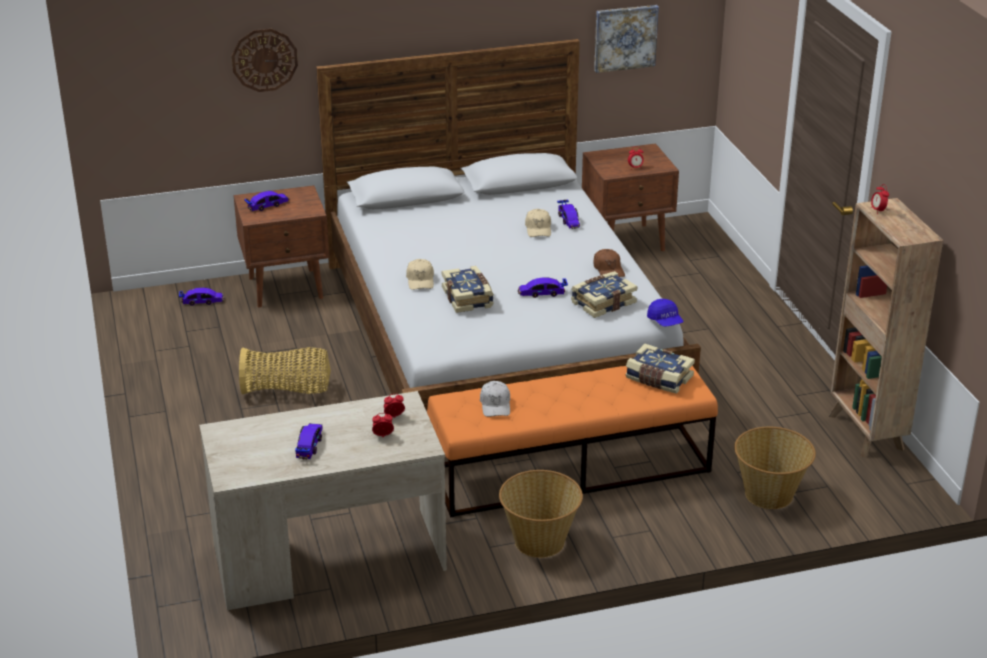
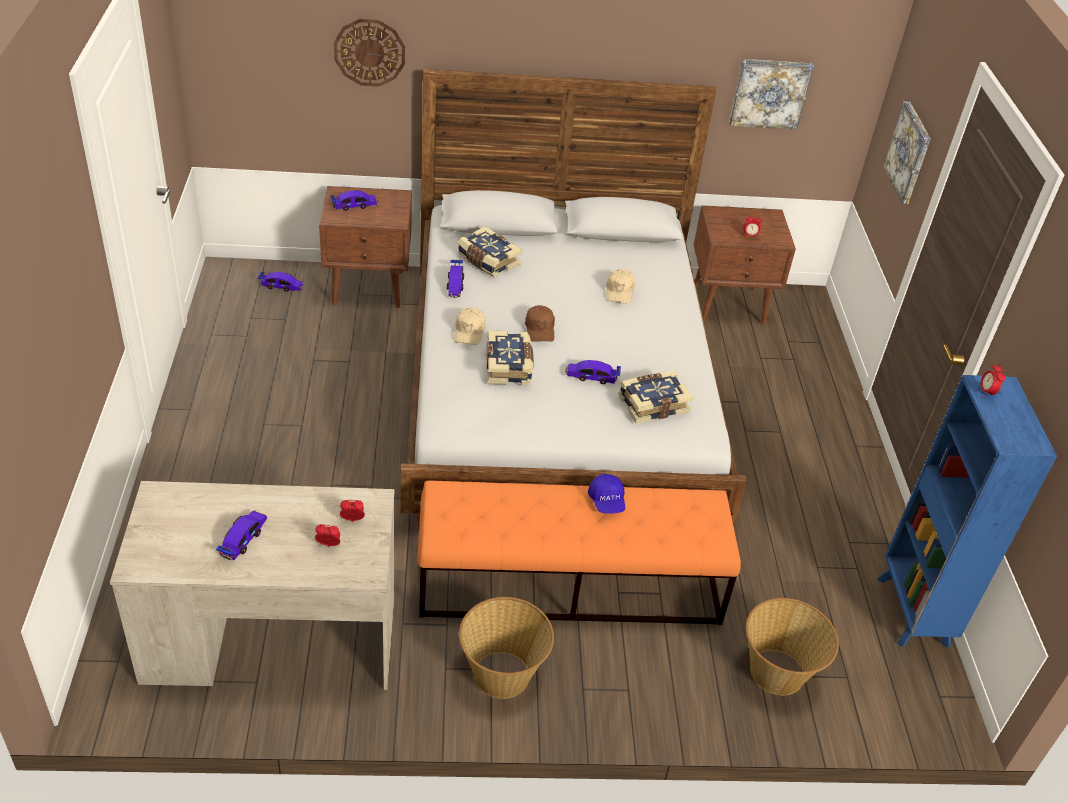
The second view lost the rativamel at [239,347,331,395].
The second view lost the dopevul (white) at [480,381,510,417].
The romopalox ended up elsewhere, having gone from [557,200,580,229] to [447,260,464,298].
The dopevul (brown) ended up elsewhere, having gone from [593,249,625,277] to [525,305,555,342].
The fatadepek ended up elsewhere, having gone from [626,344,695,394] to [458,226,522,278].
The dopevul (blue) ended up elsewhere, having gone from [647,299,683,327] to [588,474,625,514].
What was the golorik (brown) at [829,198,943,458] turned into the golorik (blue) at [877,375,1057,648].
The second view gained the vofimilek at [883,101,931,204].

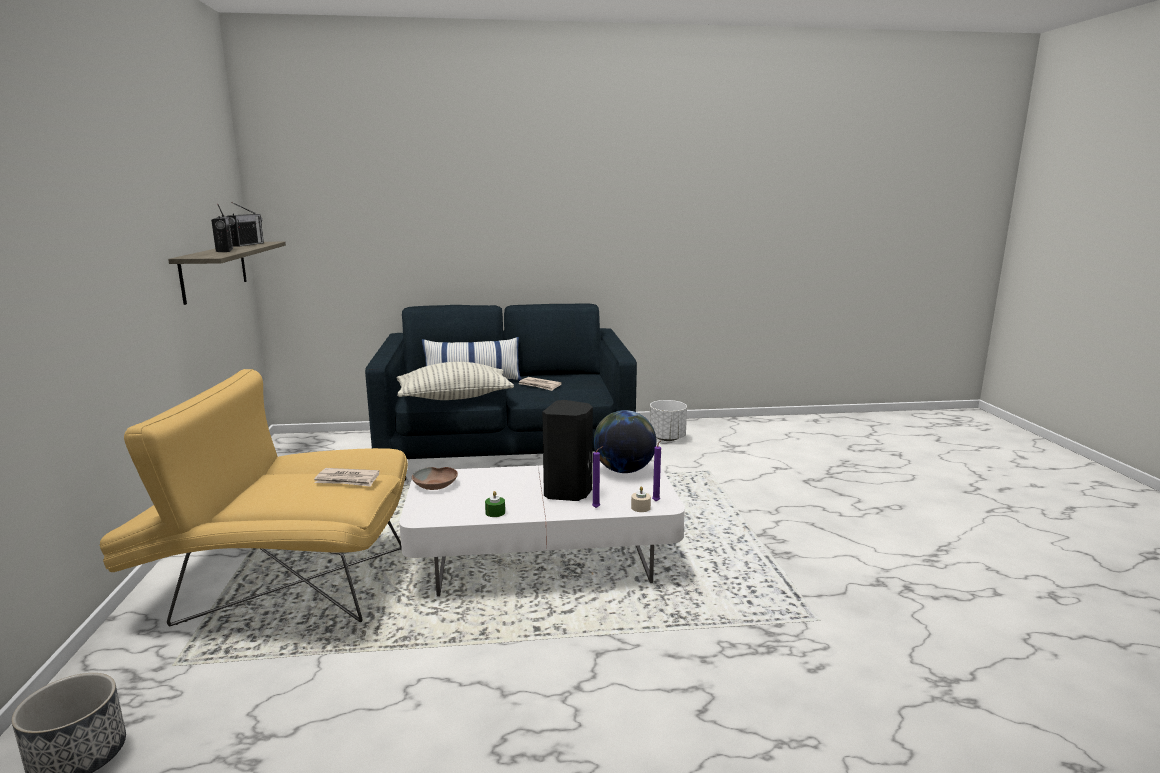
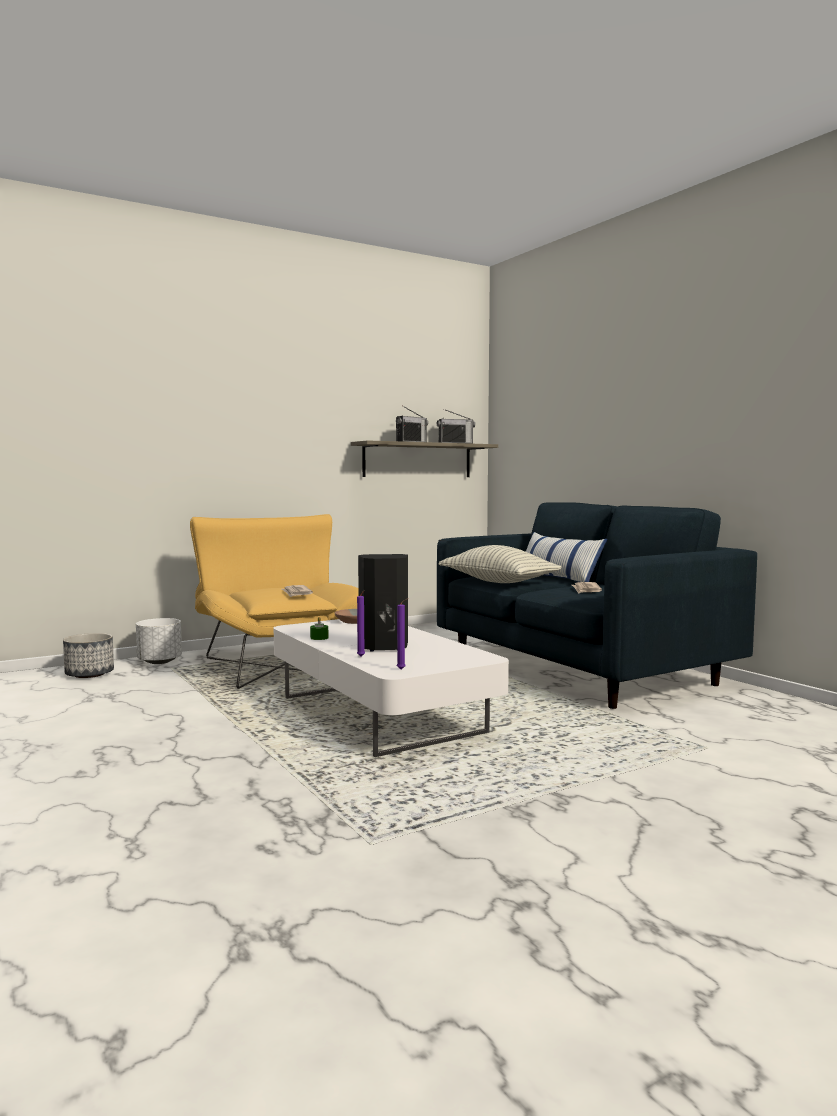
The second view lost the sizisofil at [593,410,657,473].
The second view lost the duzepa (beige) at [631,486,651,512].
The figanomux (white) ended up elsewhere, having gone from [649,400,687,441] to [136,618,182,664].

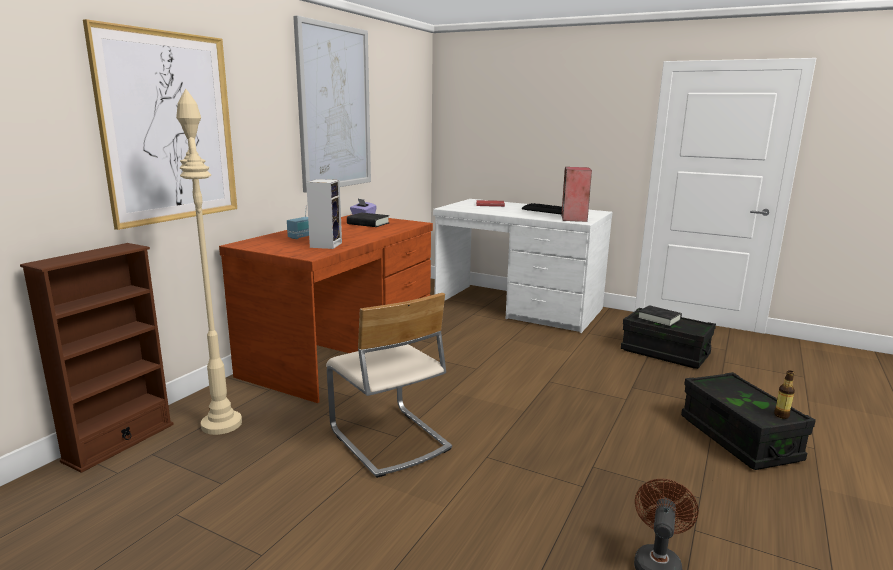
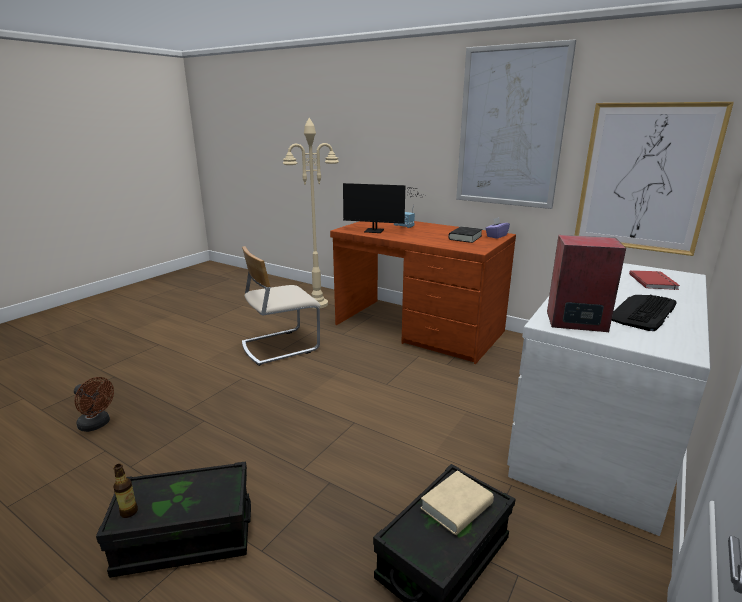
The second view lost the golorik (brown) at [20,243,174,473].
The vofimilek ended up elsewhere, having gone from [83,19,237,230] to [574,102,734,256].
Where the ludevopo stood at [306,179,342,249], the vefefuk came to stand at [343,183,418,233].
What was the fatadepek (black) at [638,305,682,327] turned into the fatadepek (beige) at [421,470,494,535].

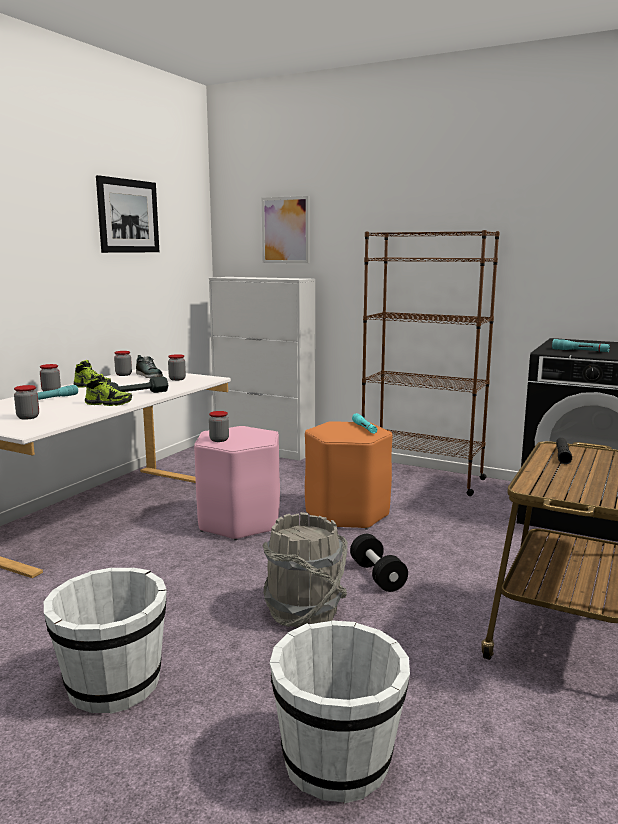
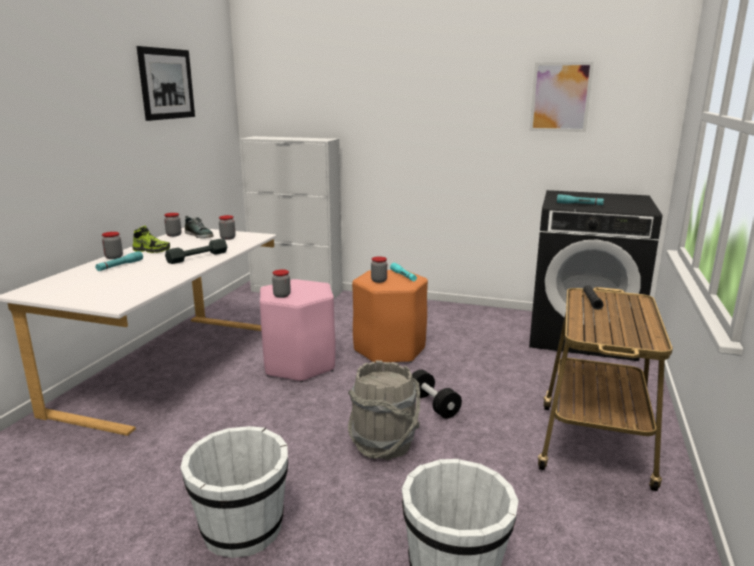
The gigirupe ended up elsewhere, having gone from [14,385,39,420] to [371,256,387,283].
The second view lost the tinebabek at [85,374,132,406].
The vofimilek ended up elsewhere, having gone from [262,196,309,263] to [529,62,594,132].
The second view lost the golorik (brown) at [362,230,499,496].

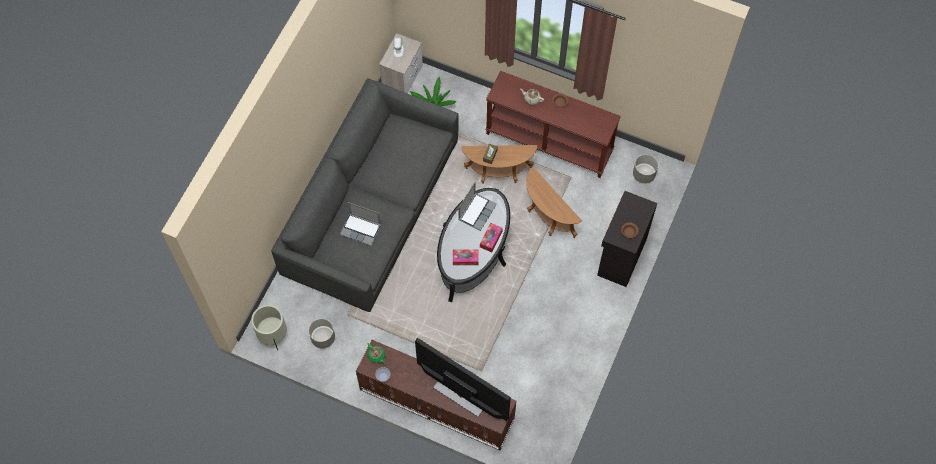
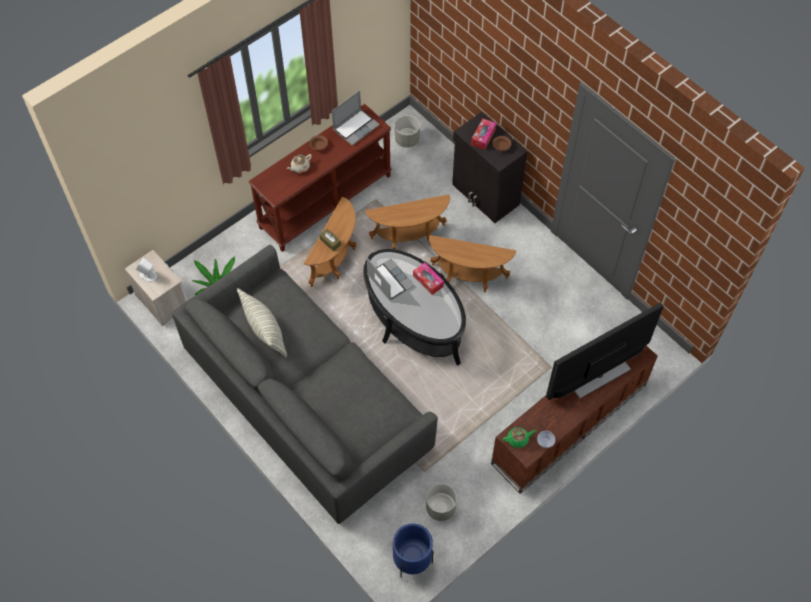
What was the figanomux (beige) at [251,305,287,350] turned into the figanomux (blue) at [393,524,434,578].
The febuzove ended up elsewhere, having gone from [340,202,381,246] to [332,90,380,146].
The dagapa ended up elsewhere, having gone from [453,249,479,265] to [471,119,496,150].
The second view gained the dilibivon at [237,288,287,358].
The second view gained the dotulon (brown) at [429,235,516,292].

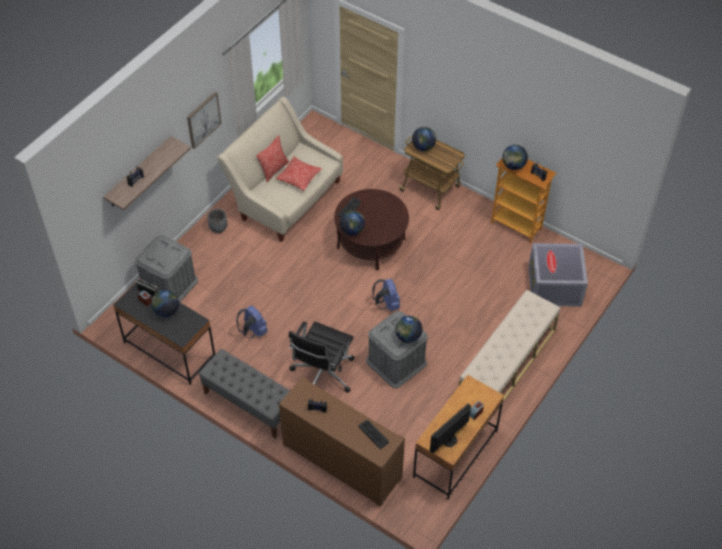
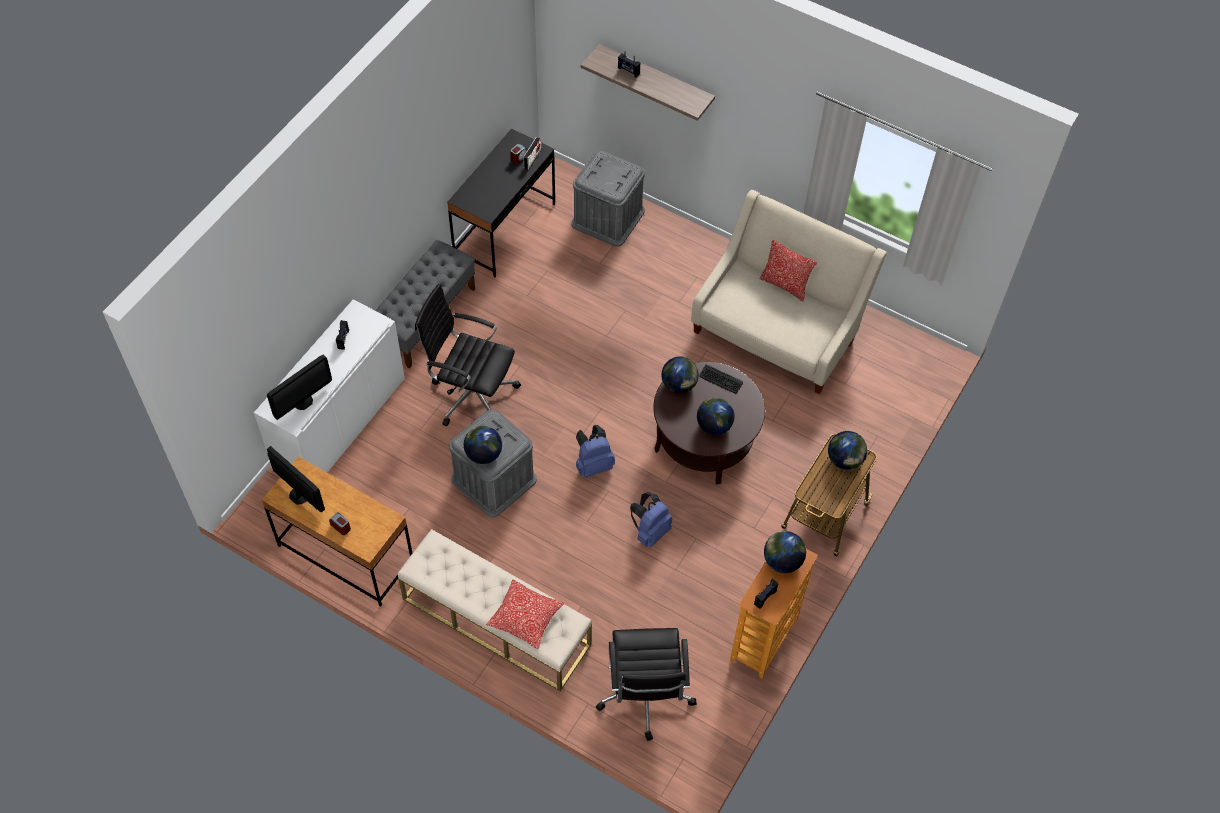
The sizisofil ended up elsewhere, having gone from [151,290,179,317] to [697,398,735,435].
The second view lost the vofimilek at [187,92,221,149].
The second view lost the figanomux (grey) at [207,209,227,233].
The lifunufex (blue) ended up elsewhere, having gone from [236,306,268,338] to [630,492,672,547].
The dilibivon ended up elsewhere, having gone from [276,156,322,191] to [486,580,564,649].
What was the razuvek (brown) at [279,377,405,507] turned into the razuvek (white) at [254,299,405,472].
Where the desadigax stood at [359,420,389,449], the vefefuk came to stand at [267,354,332,420].
Where the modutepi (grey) stood at [528,243,588,307], the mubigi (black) came to stand at [596,628,697,741].

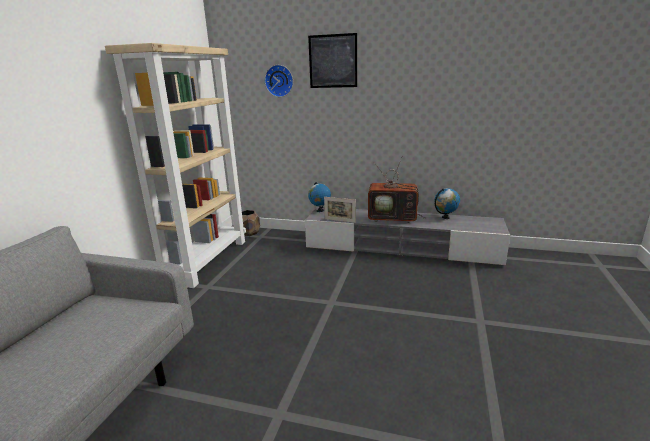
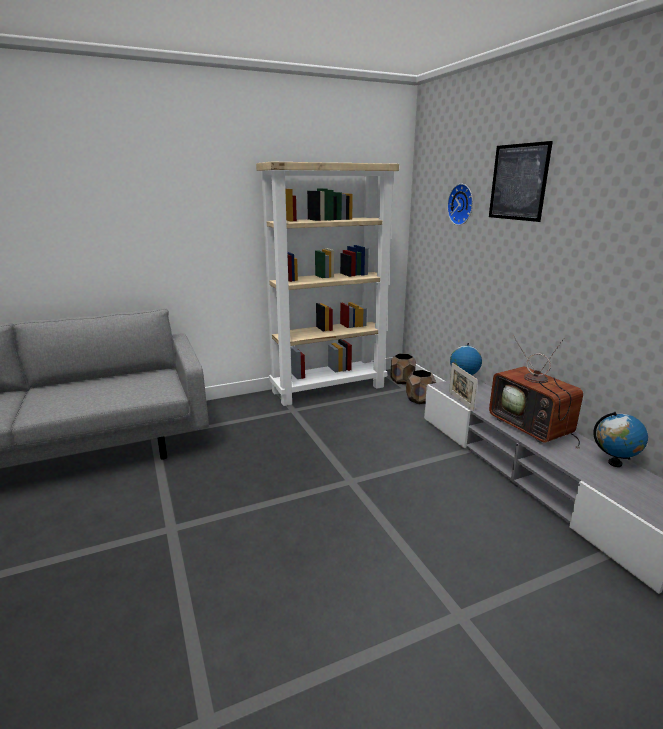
The second view gained the figanomux (brown) at [406,370,436,404].

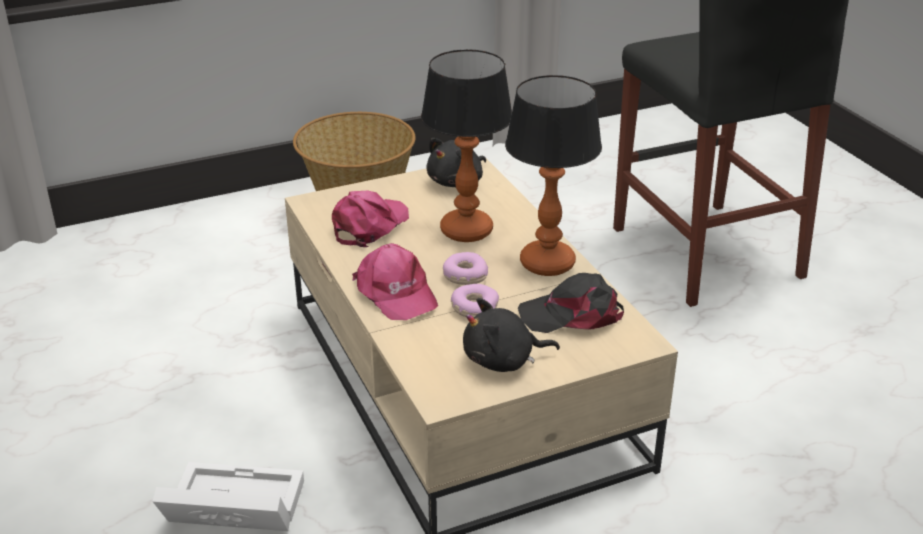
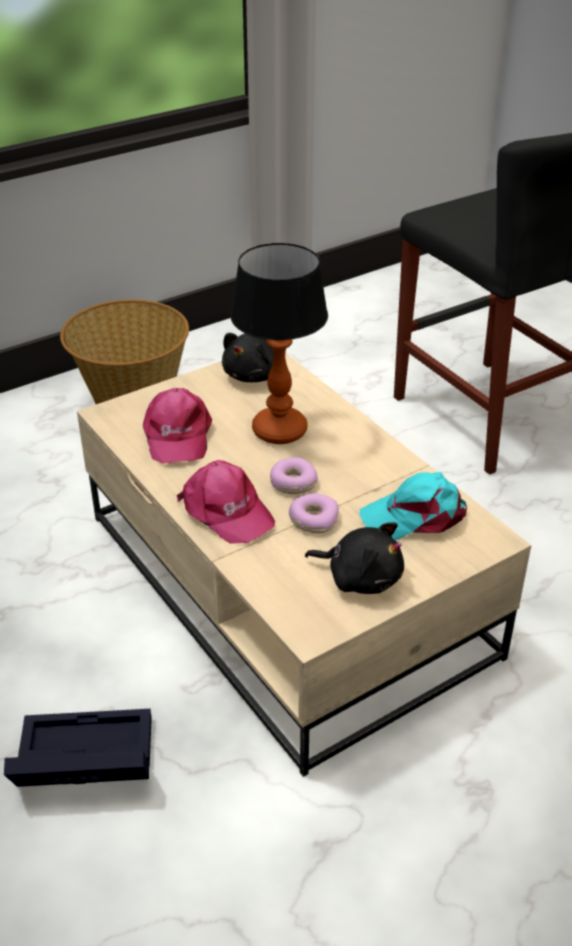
What was the modutepi (white) at [152,462,304,531] turned into the modutepi (black) at [4,709,152,787].
The dopevul (pink) at [332,190,409,247] ended up facing another way, 150 degrees clockwise from before.
The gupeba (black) at [463,298,560,372] ended up facing another way, 135 degrees counterclockwise from before.
The second view lost the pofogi at [505,75,602,276].
What was the dopevul (black) at [518,273,624,333] turned into the dopevul (turquoise) at [360,472,467,540].

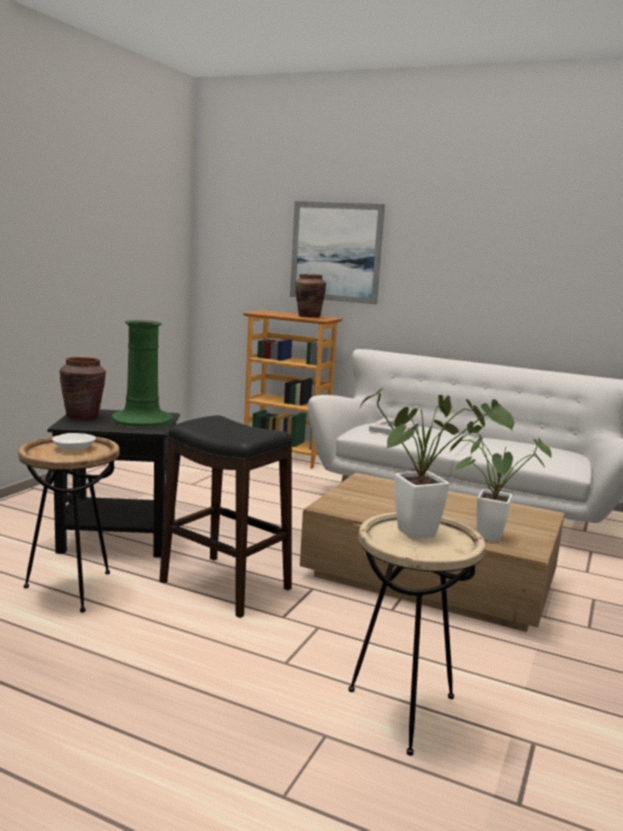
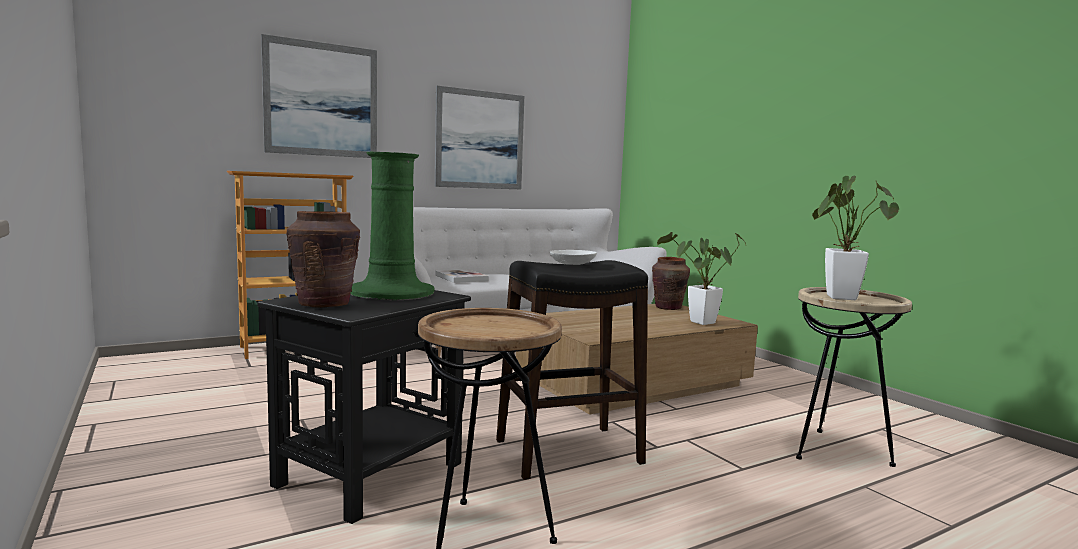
The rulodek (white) ended up elsewhere, having gone from [52,433,96,450] to [549,250,597,265].
The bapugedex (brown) ended up elsewhere, having gone from [295,274,326,318] to [652,257,690,310].
The second view gained the vofimilek at [435,86,524,189].

